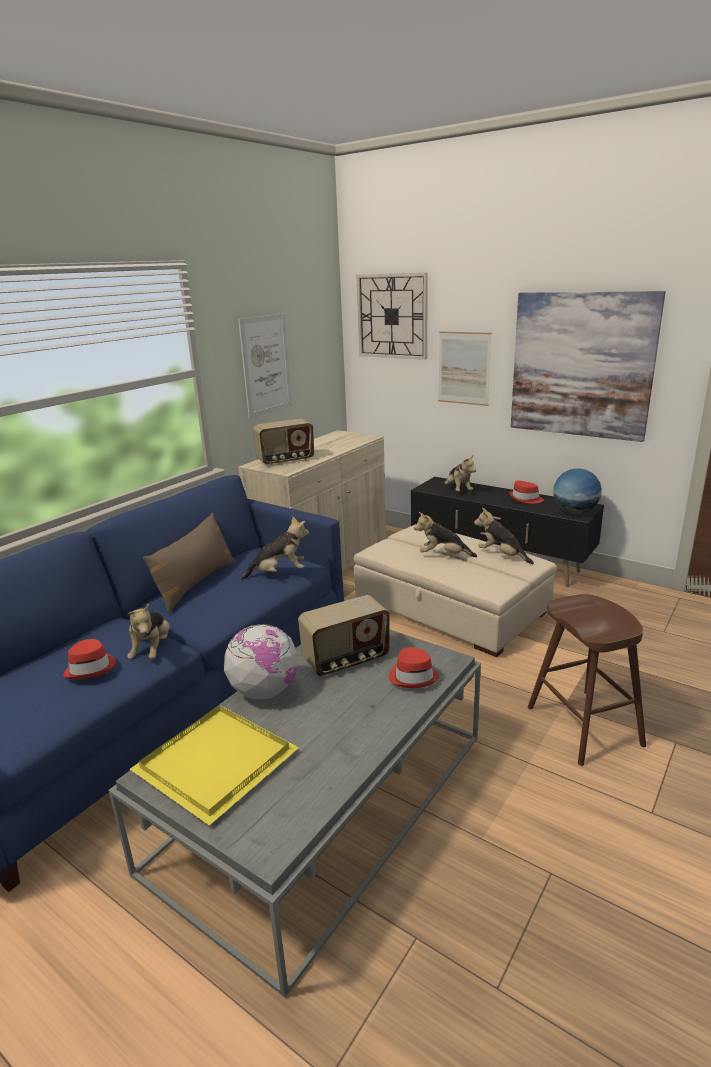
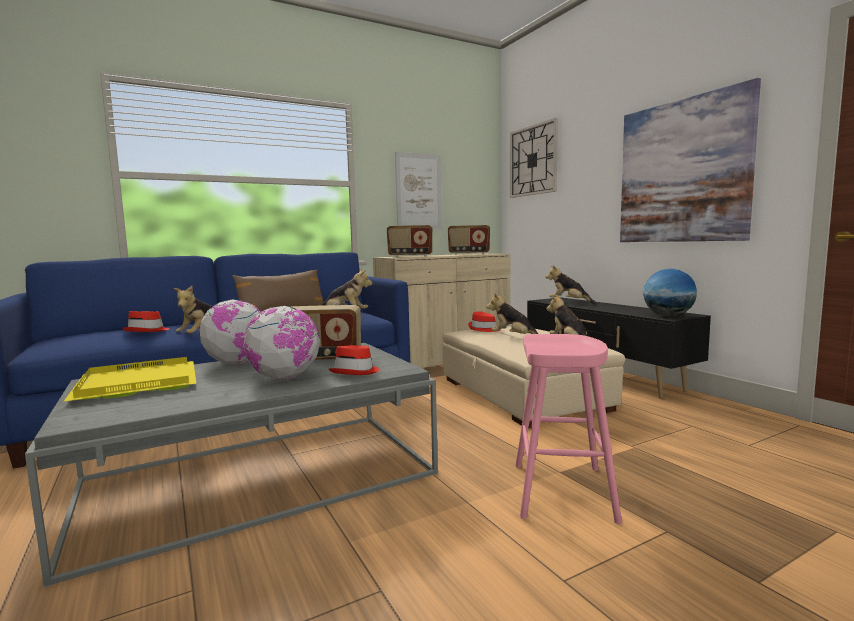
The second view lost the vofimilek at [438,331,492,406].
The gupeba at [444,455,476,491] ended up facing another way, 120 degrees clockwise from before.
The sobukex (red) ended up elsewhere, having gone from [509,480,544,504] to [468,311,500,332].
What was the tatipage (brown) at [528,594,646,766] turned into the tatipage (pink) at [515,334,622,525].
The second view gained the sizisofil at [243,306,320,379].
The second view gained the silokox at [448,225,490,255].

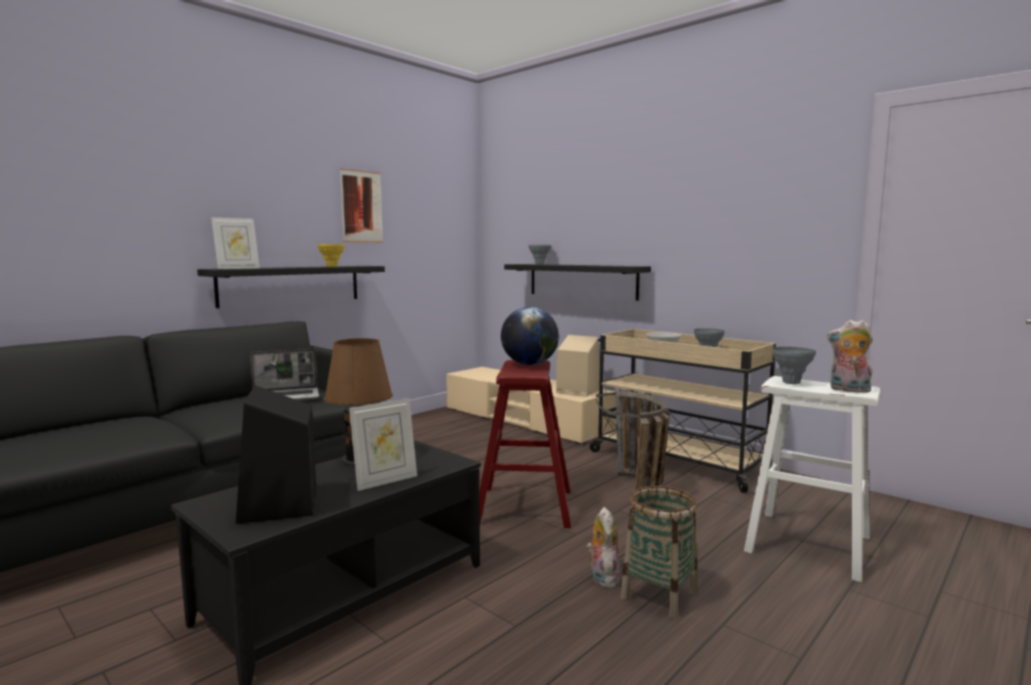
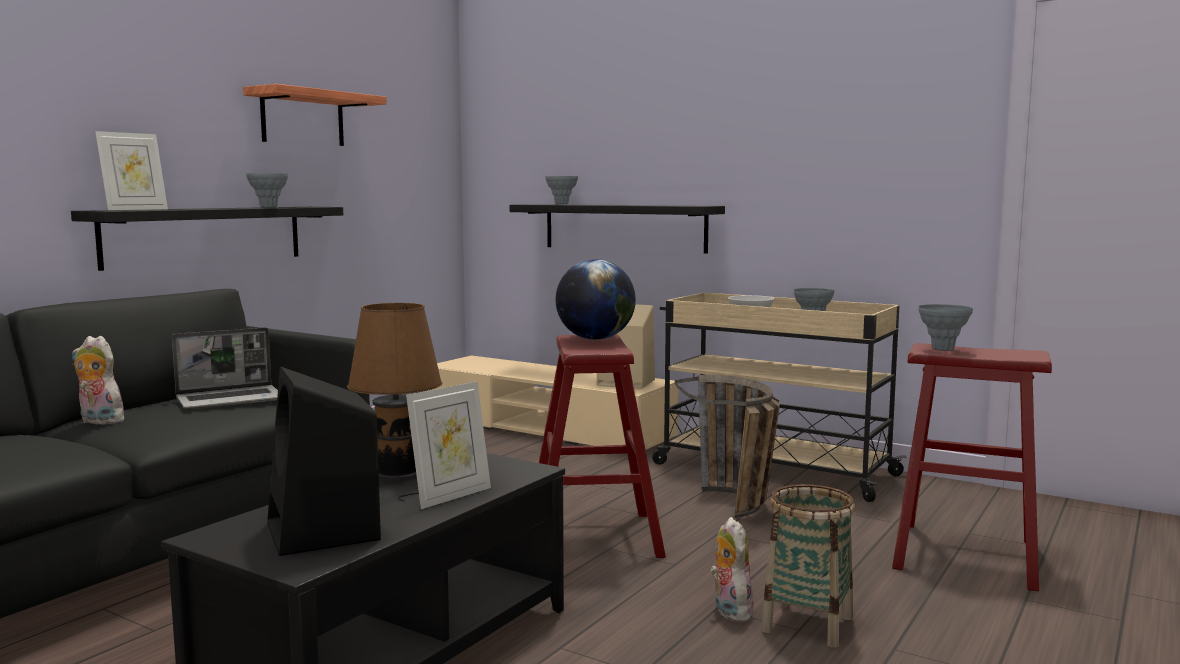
What was the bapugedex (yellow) at [317,244,345,267] turned into the bapugedex (grey) at [246,173,288,208].
Where the vofimilek hung at [340,168,383,243], the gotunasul came to hang at [243,84,387,146].
What was the tatipage (white) at [744,376,881,582] turned into the tatipage (red) at [892,343,1052,591].
The gupeba ended up elsewhere, having gone from [827,320,873,393] to [72,336,126,426].

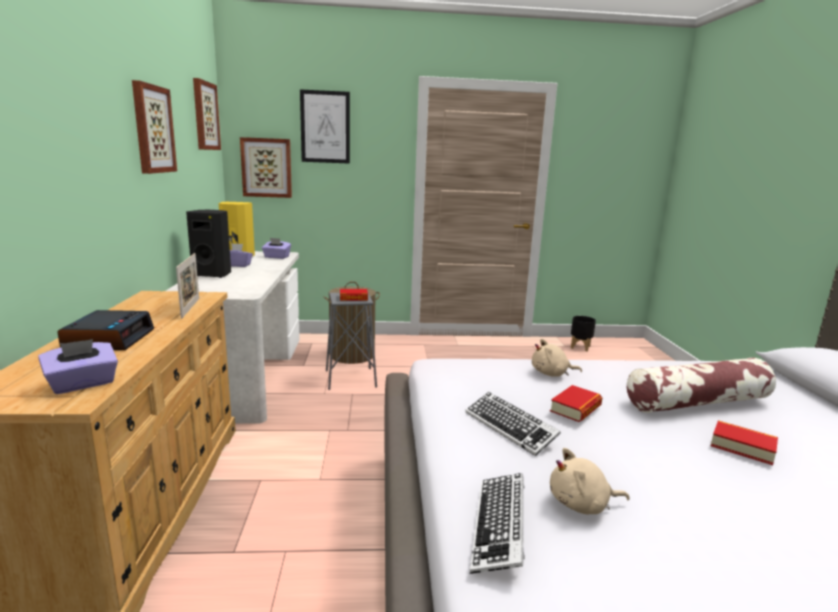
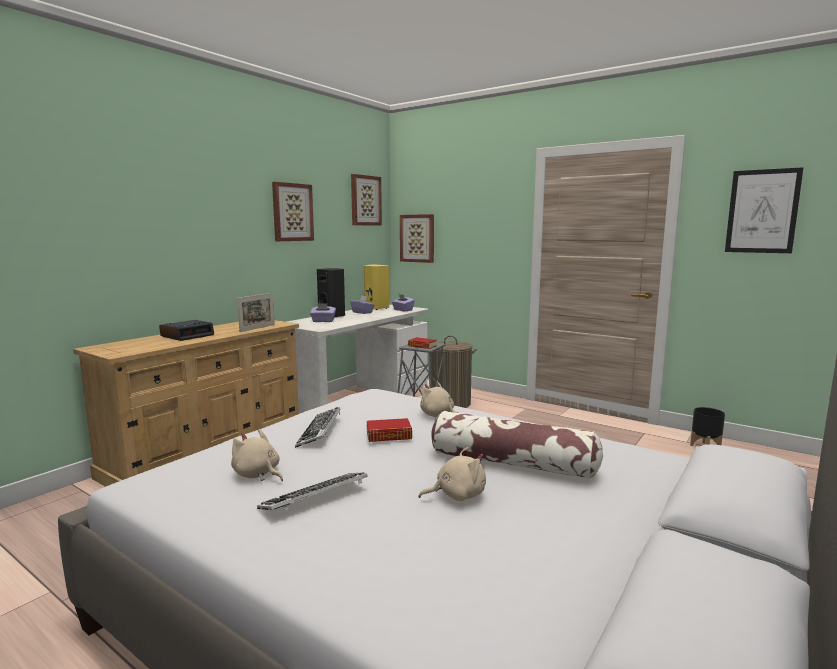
The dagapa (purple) ended up elsewhere, having gone from [38,339,118,394] to [310,303,336,322].
The vofimilek ended up elsewhere, having gone from [300,90,350,164] to [725,168,803,253].
The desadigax ended up elsewhere, having gone from [470,473,525,574] to [257,473,368,511].
Where the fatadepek stood at [711,420,778,465], the gupeba (beige) came to stand at [419,447,486,501].

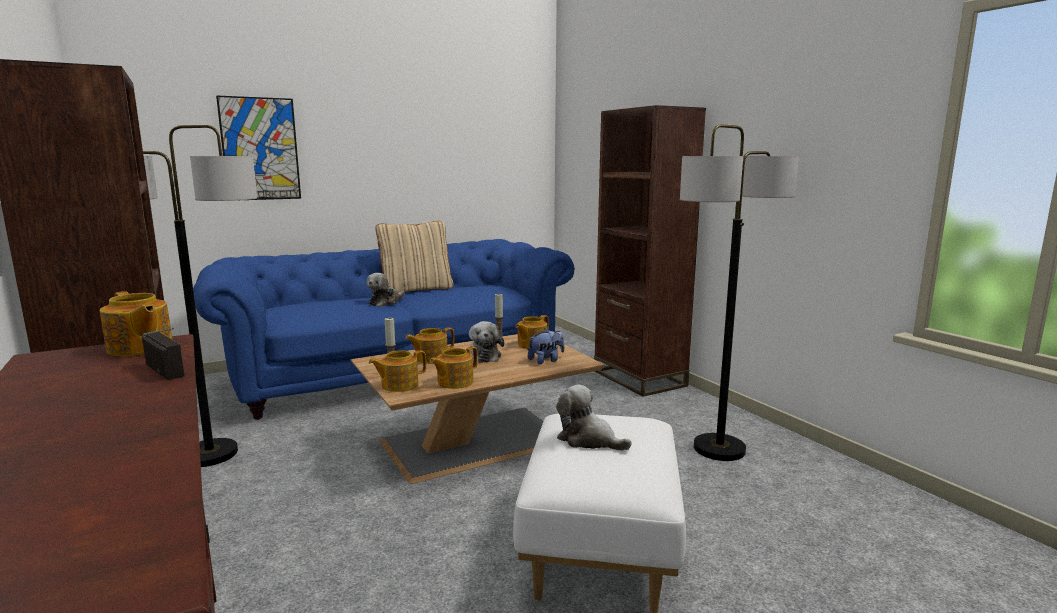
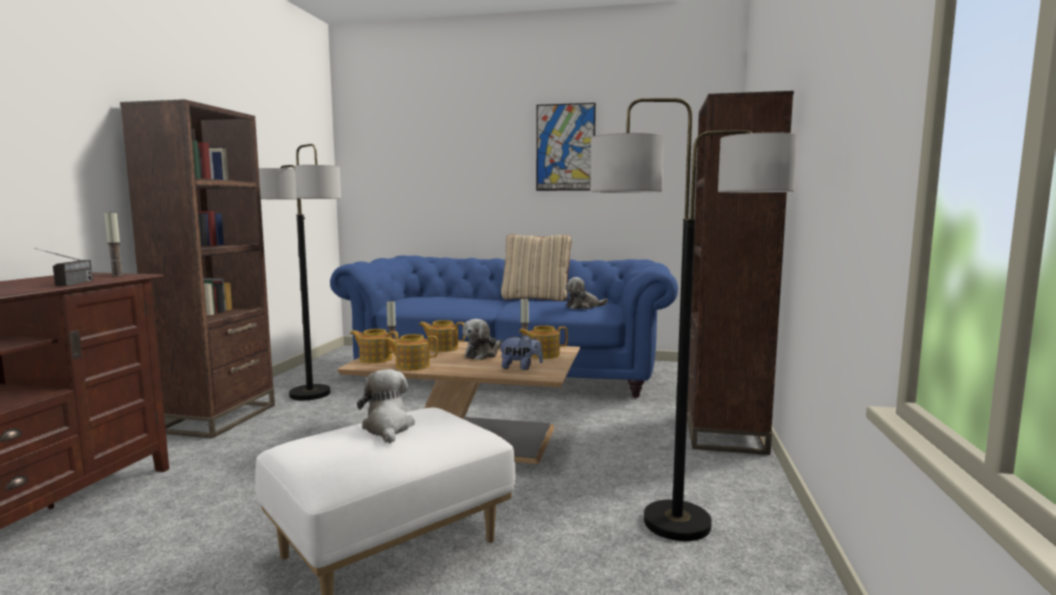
Where the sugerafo stood at [100,291,172,356], the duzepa came to stand at [105,211,124,276].
The vofimilek ended up elsewhere, having gone from [216,95,301,200] to [536,103,596,191].
The gupeba ended up elsewhere, having gone from [366,273,405,307] to [565,277,608,309].

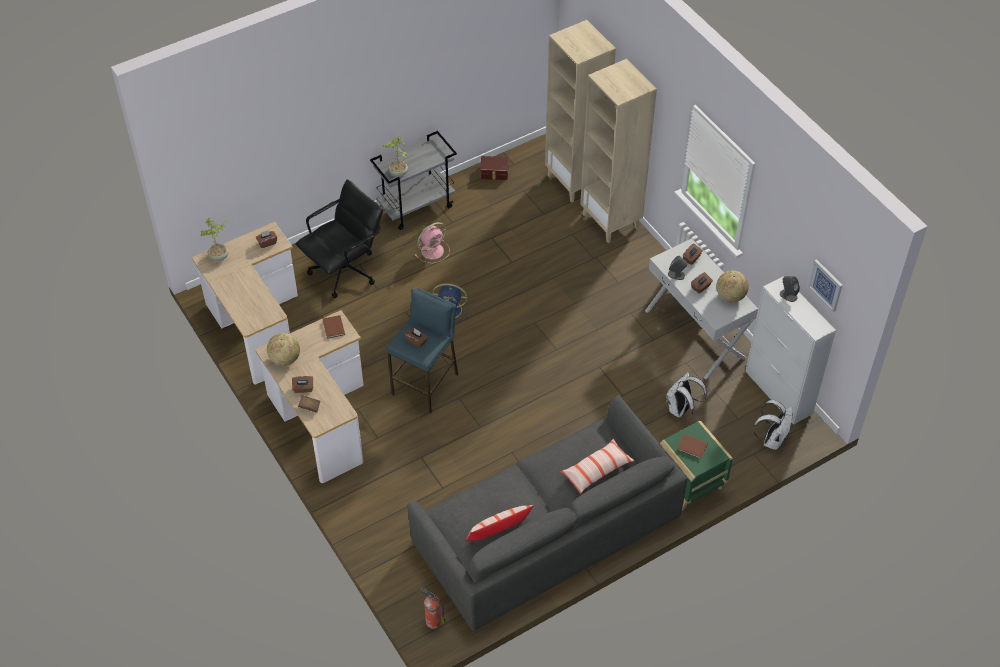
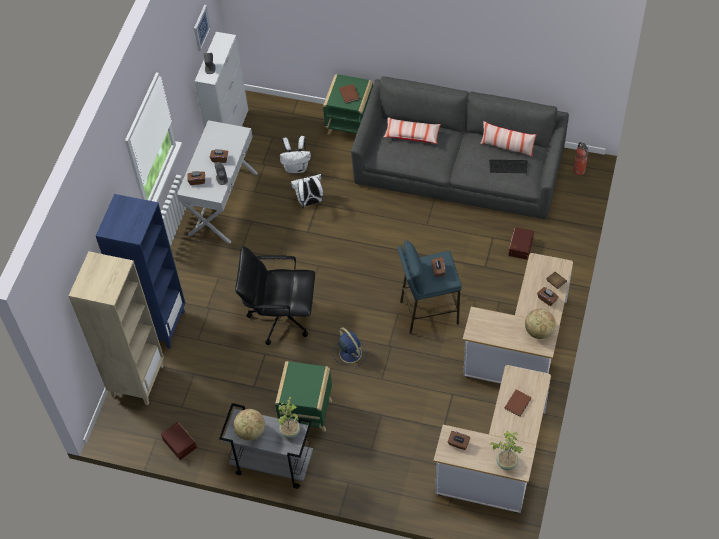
The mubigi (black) ended up elsewhere, having gone from [296,180,383,298] to [235,246,315,345].
The fatadepek (brown) ended up elsewhere, having gone from [323,315,345,339] to [504,390,532,416].
Where the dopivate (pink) stood at [414,222,450,263], the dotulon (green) came to stand at [275,361,332,432].
What was the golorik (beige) at [580,59,657,243] turned into the golorik (blue) at [96,194,185,349].
The sizisofil ended up elsewhere, having gone from [716,270,749,302] to [233,409,265,441].
The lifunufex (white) ended up elsewhere, having gone from [753,400,793,450] to [291,174,324,209].
The second view gained the desadigax at [489,160,528,173].
The second view gained the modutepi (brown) at [508,227,534,260].

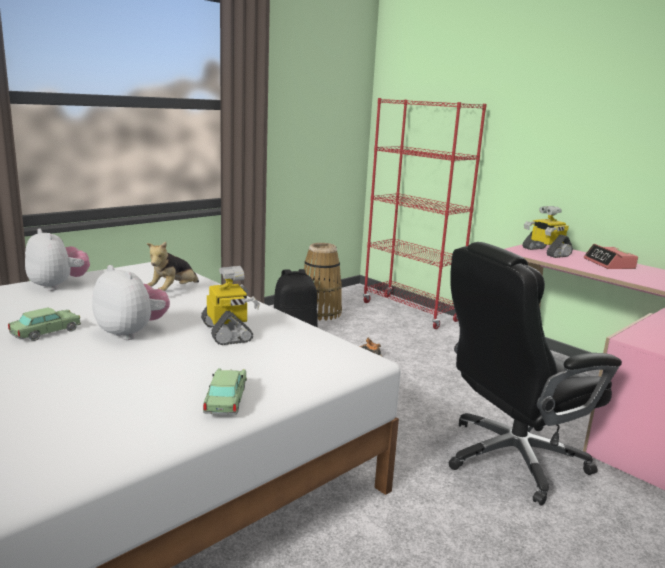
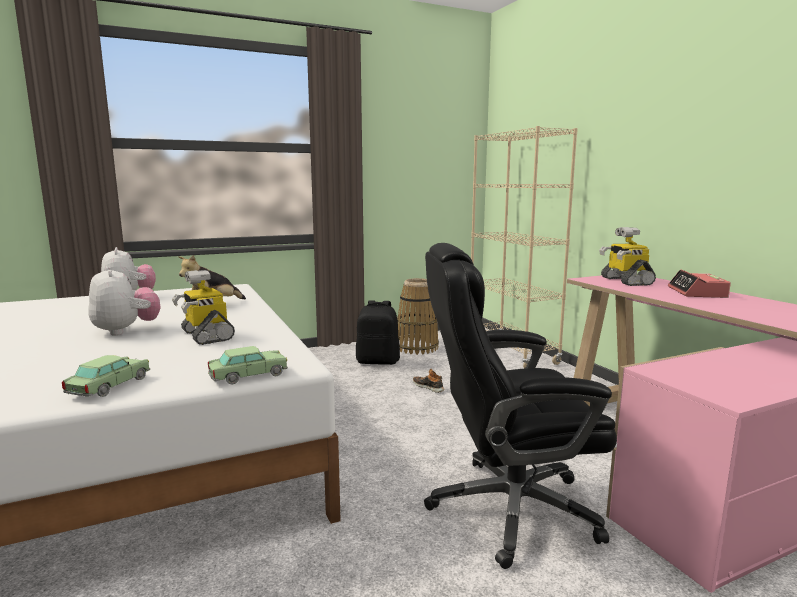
The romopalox ended up elsewhere, having gone from [8,308,81,341] to [208,346,288,384].
The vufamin at [201,266,260,345] ended up facing another way, 150 degrees clockwise from before.
What was the golorik (red) at [363,98,487,329] turned into the golorik (beige) at [471,126,578,369].

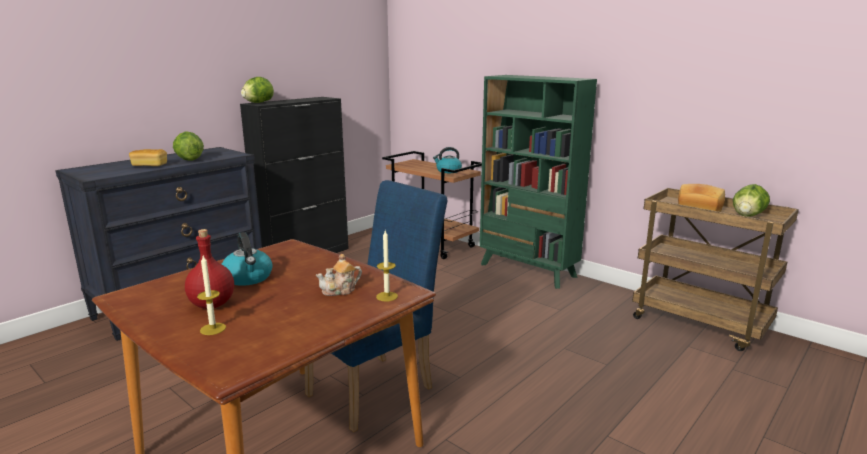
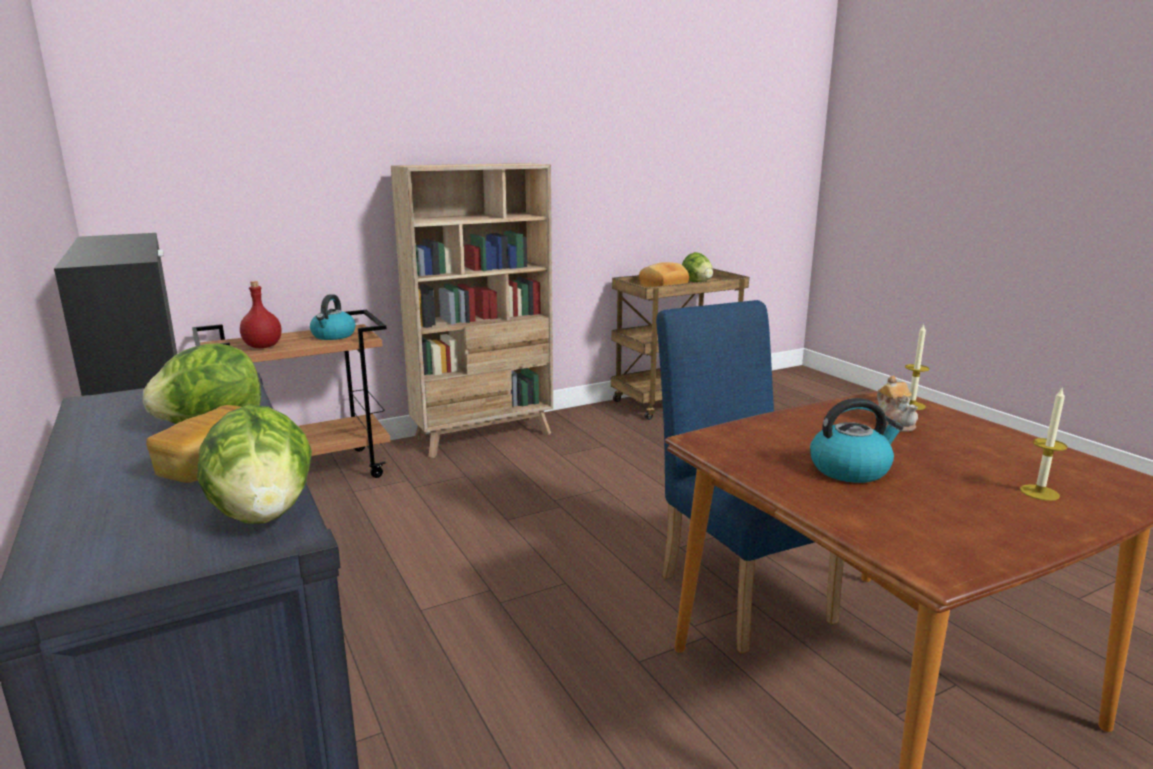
The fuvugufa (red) ended up elsewhere, having gone from [185,229,234,308] to [240,281,282,348].
The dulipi ended up elsewhere, having gone from [241,77,274,103] to [197,405,312,523].
What was the golorik (green) at [480,75,597,289] turned into the golorik (beige) at [391,163,553,458].

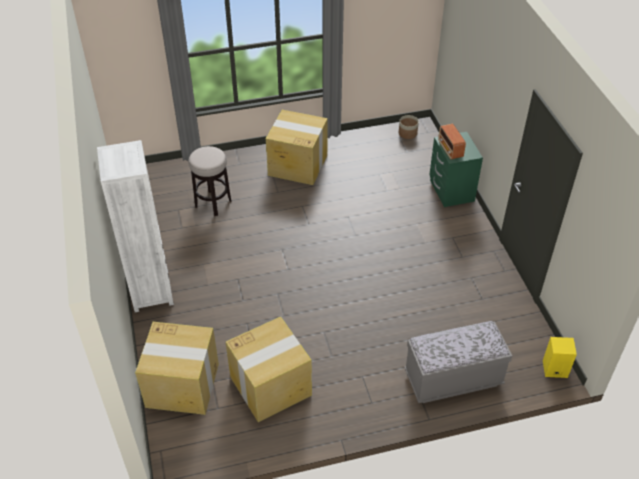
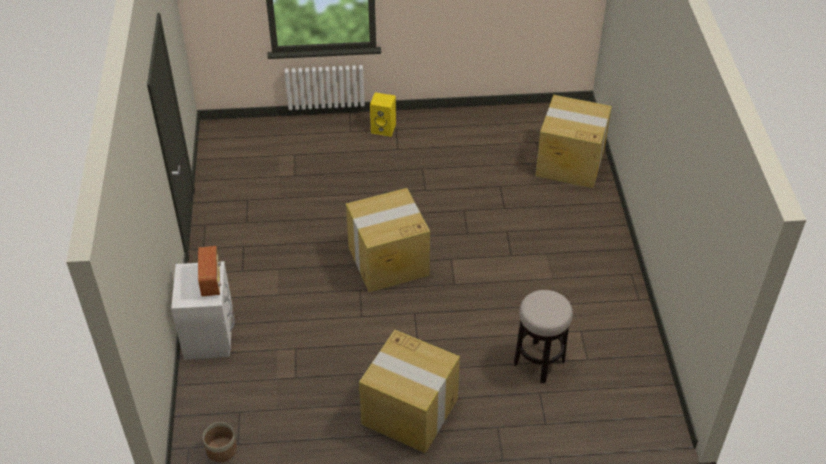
The second view lost the golorik (white) at [97,140,174,312].
The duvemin ended up elsewhere, having gone from [226,317,312,422] to [346,188,430,292].
The second view lost the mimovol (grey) at [404,321,512,403].
What was the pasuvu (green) at [429,132,483,207] turned into the pasuvu (white) at [171,261,234,360].
The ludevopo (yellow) ended up elsewhere, having gone from [543,337,577,378] to [370,93,396,137].

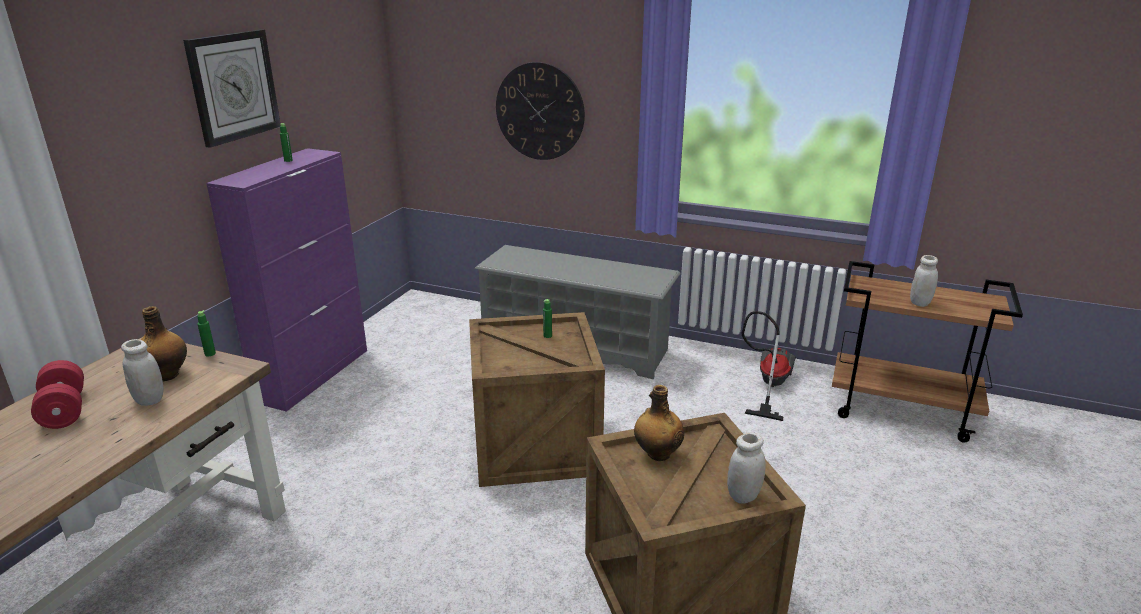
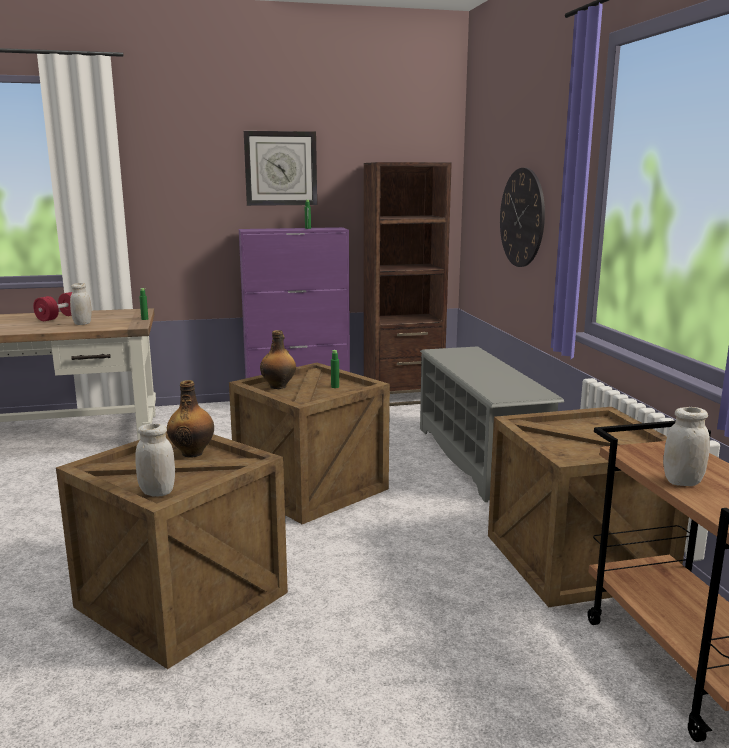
The fuvugufa ended up elsewhere, having gone from [141,306,187,381] to [260,330,296,389].
Where the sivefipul stood at [741,311,796,421], the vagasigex came to stand at [488,407,689,607].
The second view gained the golorik (brown) at [364,162,452,406].

